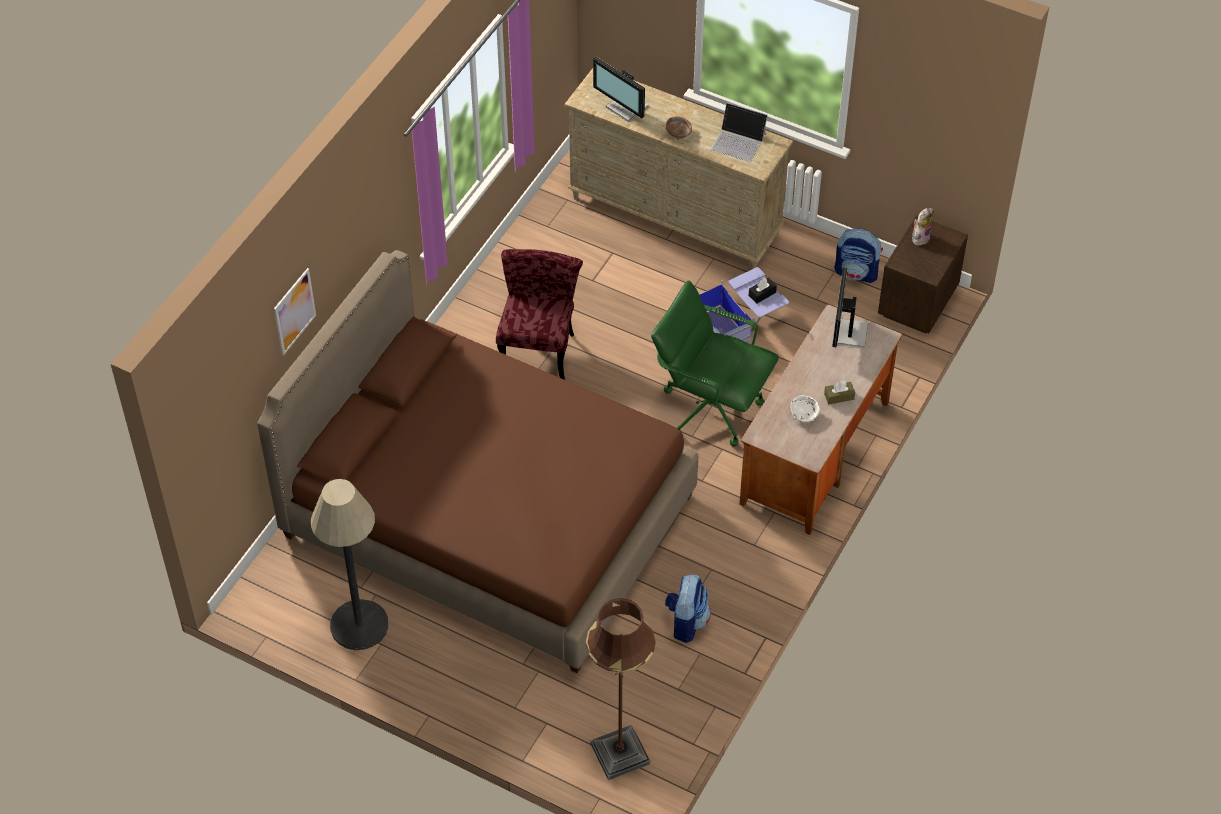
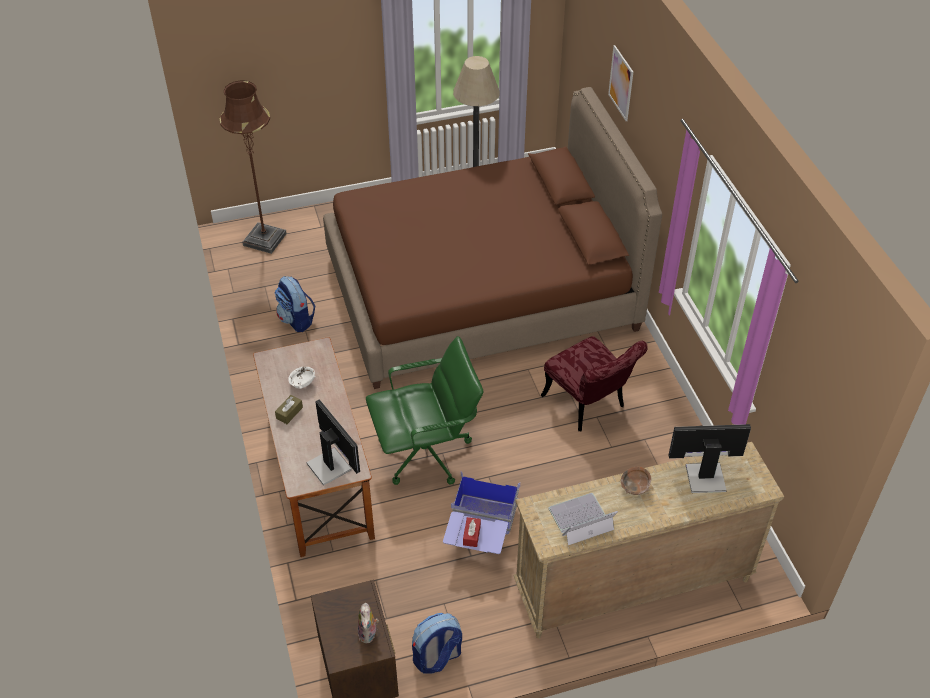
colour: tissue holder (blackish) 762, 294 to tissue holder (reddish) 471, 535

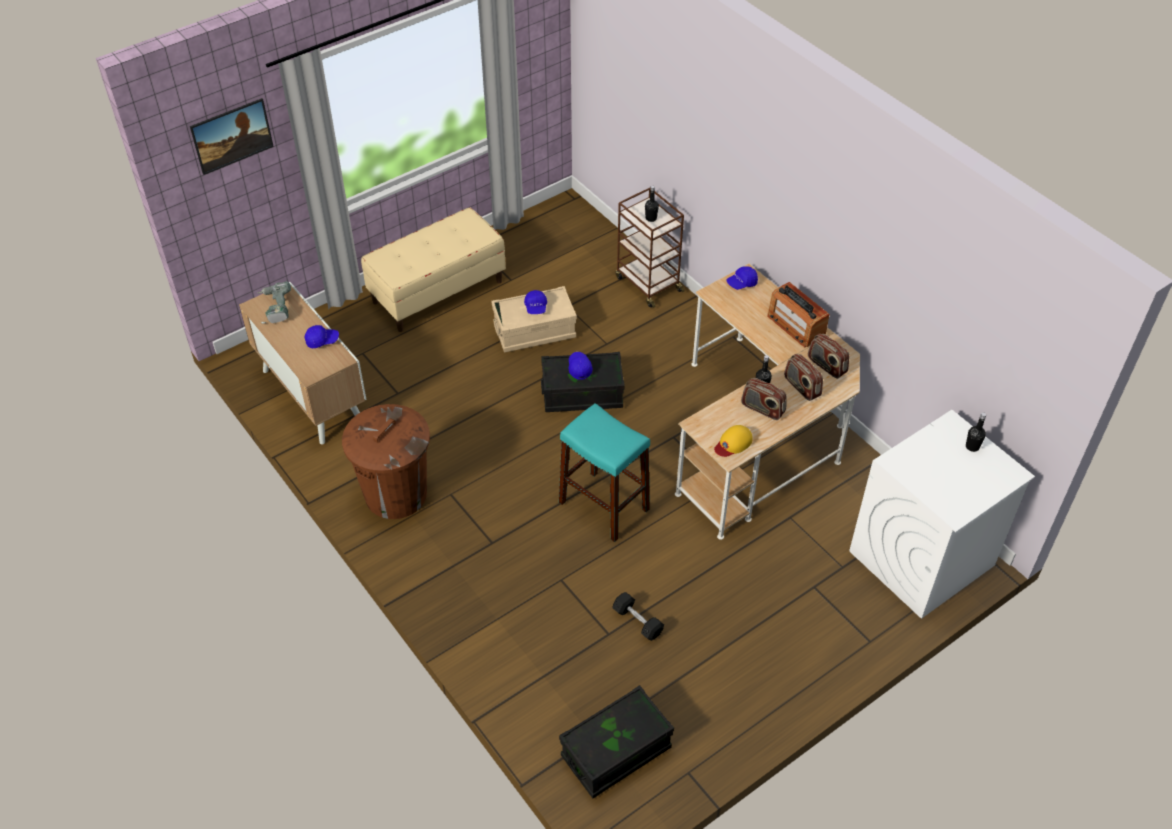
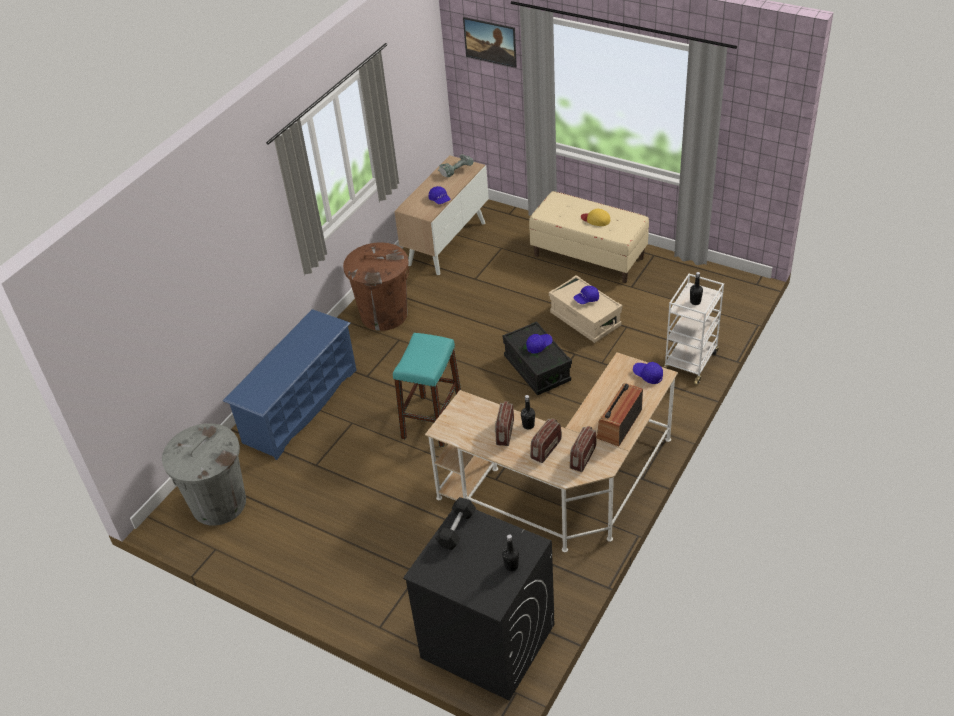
appeared: shoe rack (blue) 300, 406
relocated: dumbbell (blackish) 637, 621 to 456, 529; peaked cap (yellowish) 733, 443 to 596, 219
exchanged: storage bin (blackish) 616, 752 to waste bin (gray) 218, 503
colour: cart (brownish) 647, 283 to cart (white-coloured) 690, 361; laundry appliance (white-coloured) 921, 559 to laundry appliance (blackish) 487, 641

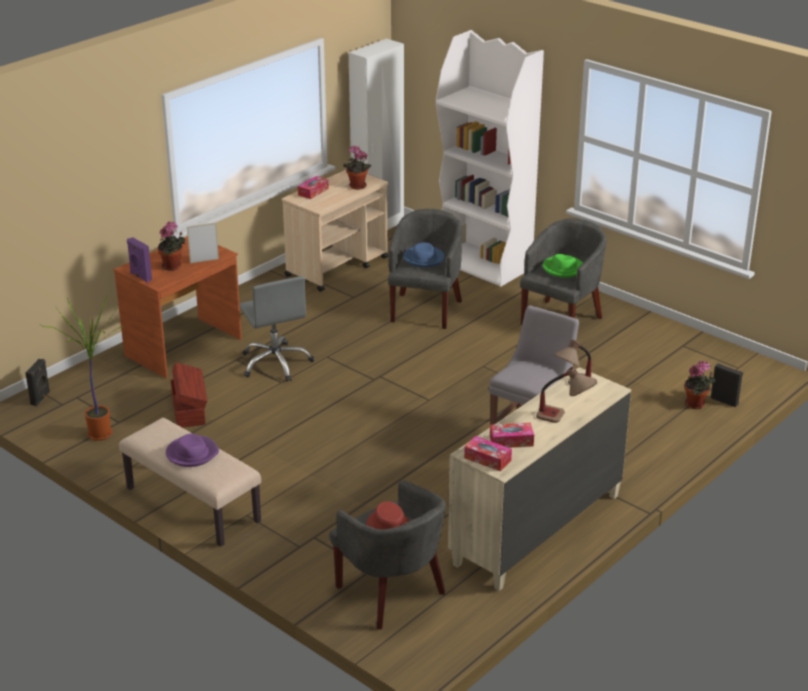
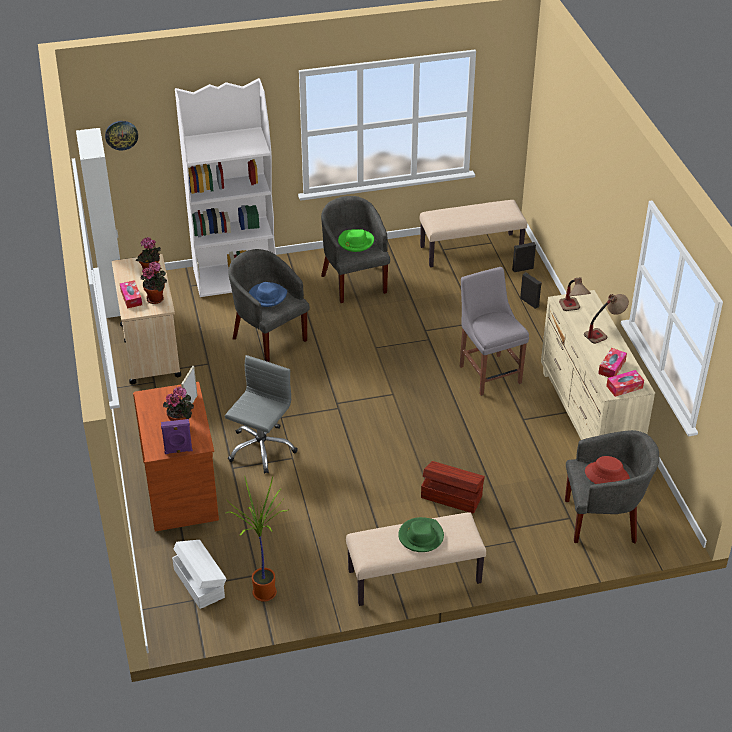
appeared: clock on the wall 121, 135; storage bin (white-coloured) 199, 582; long seat (beige) 471, 250
relocated: audio speaker (blackish) 41, 398 to 530, 302; storage bin (brownish) 189, 409 to 451, 496; potted plant 696, 405 to 156, 298
colour: wearable hat (purple) 192, 453 to wearable hat (greenish) 420, 536
spun: computer chair (gray) 276, 363 = 261, 448 75 degrees counterclockwise

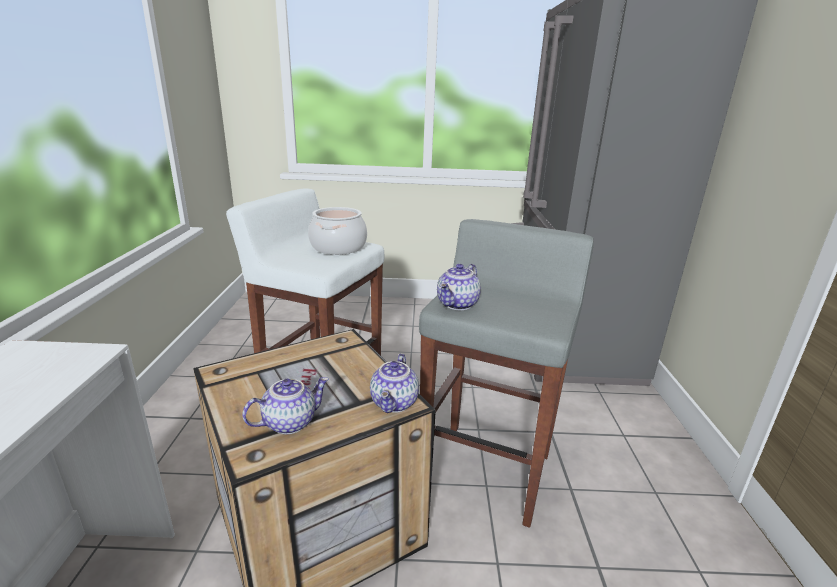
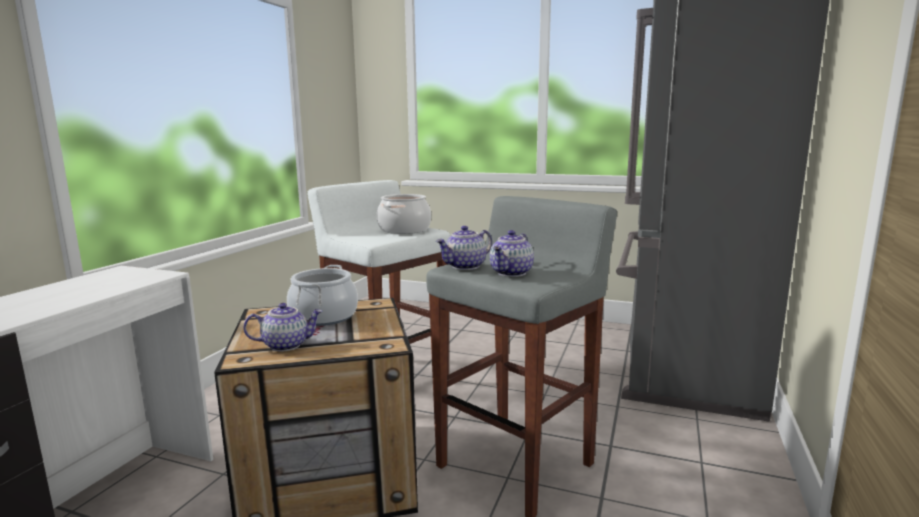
appeared: cooking pot 323, 316
relocated: teapot 395, 403 to 512, 273

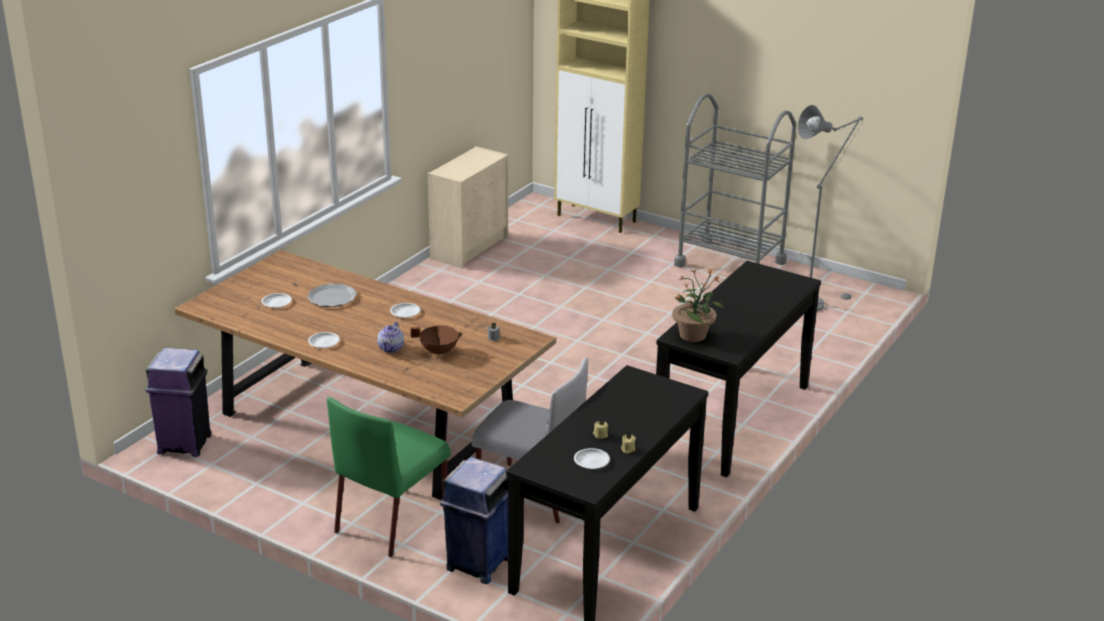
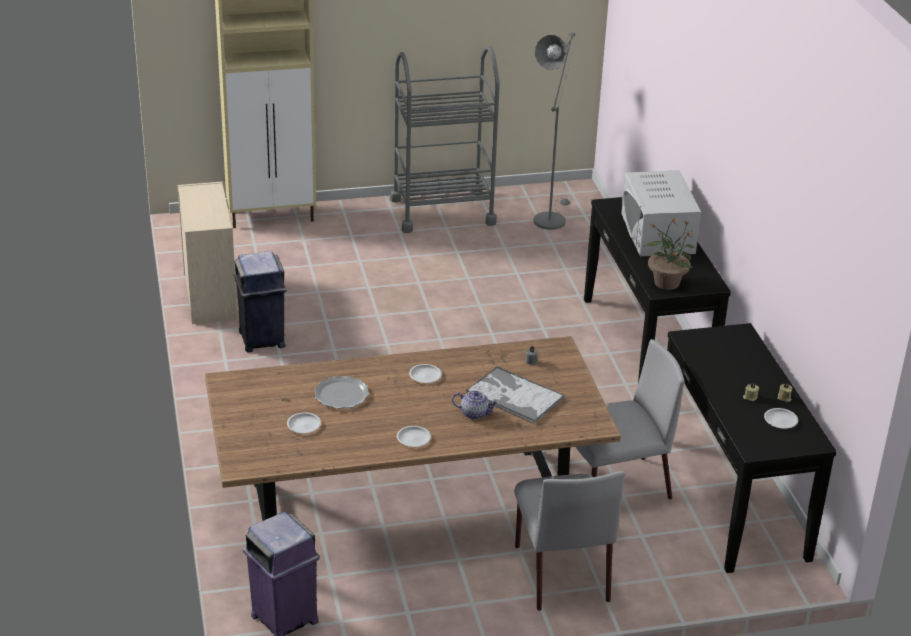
appeared: microwave oven (white-coloured) 657, 233
relocated: waste bin (blue) 477, 564 to 262, 340
exchanged: cooking pot (brownish) 439, 351 to tray 514, 395
colour: upright chair (greenish) 393, 520 to upright chair (gray) 560, 572
spun: teapot 391, 348 = 475, 413 45 degrees counterclockwise

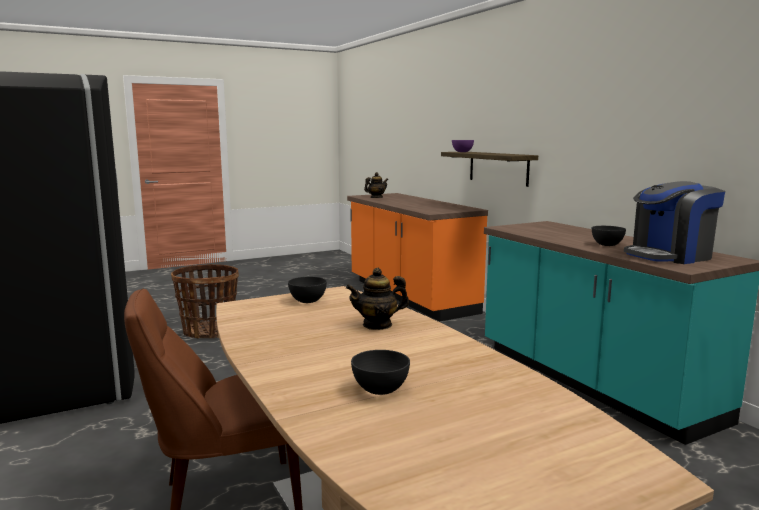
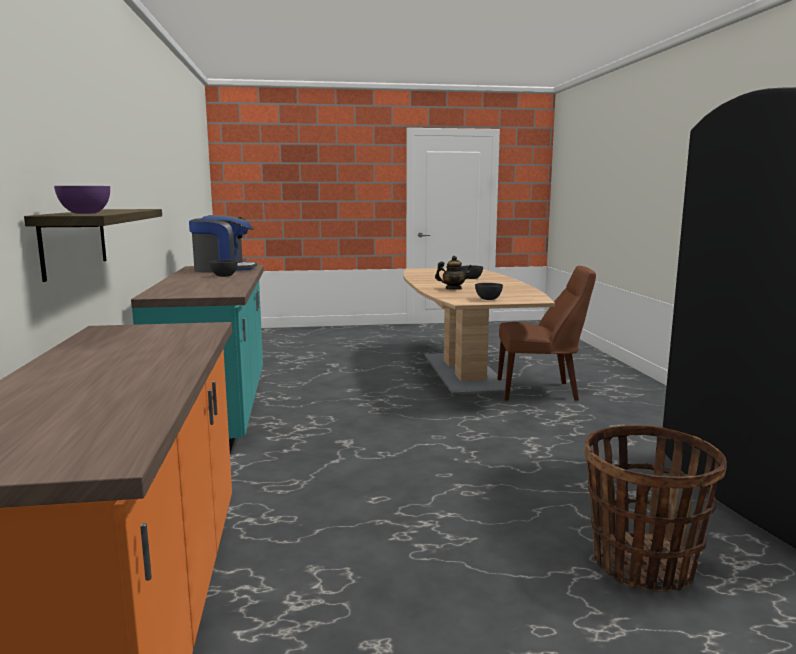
missing: teapot 376, 198

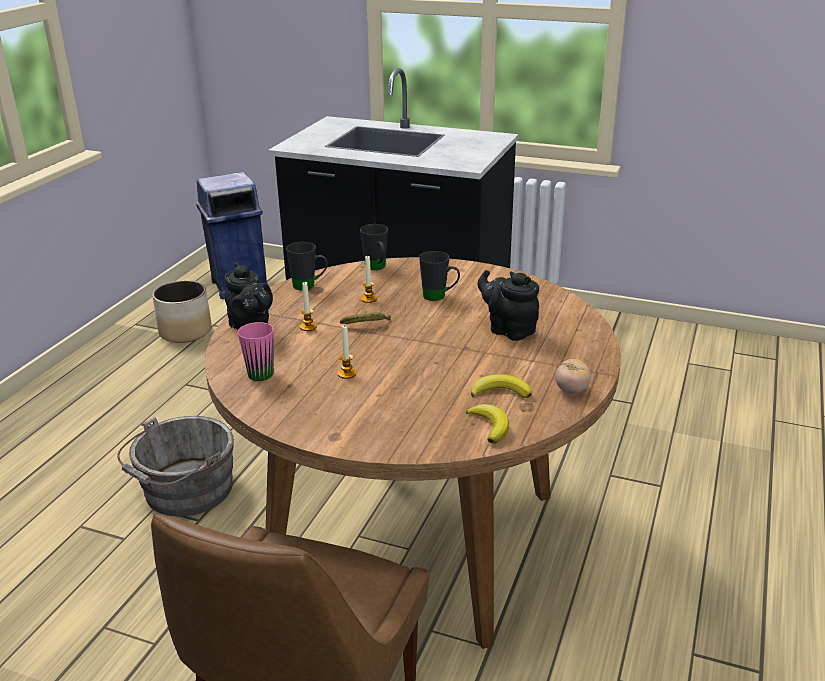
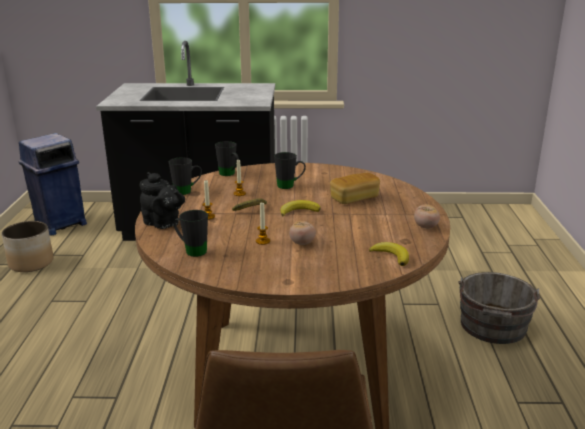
appeared: fresh tomato 302, 243
relocated: water bucket (gray) 184, 491 to 493, 327; whole banana 500, 391 to 299, 211
exchanged: teapot (blackish) 509, 330 to bakery bread 354, 198
colour: mug (pink-coloured) 256, 371 to mug (blackish) 191, 250

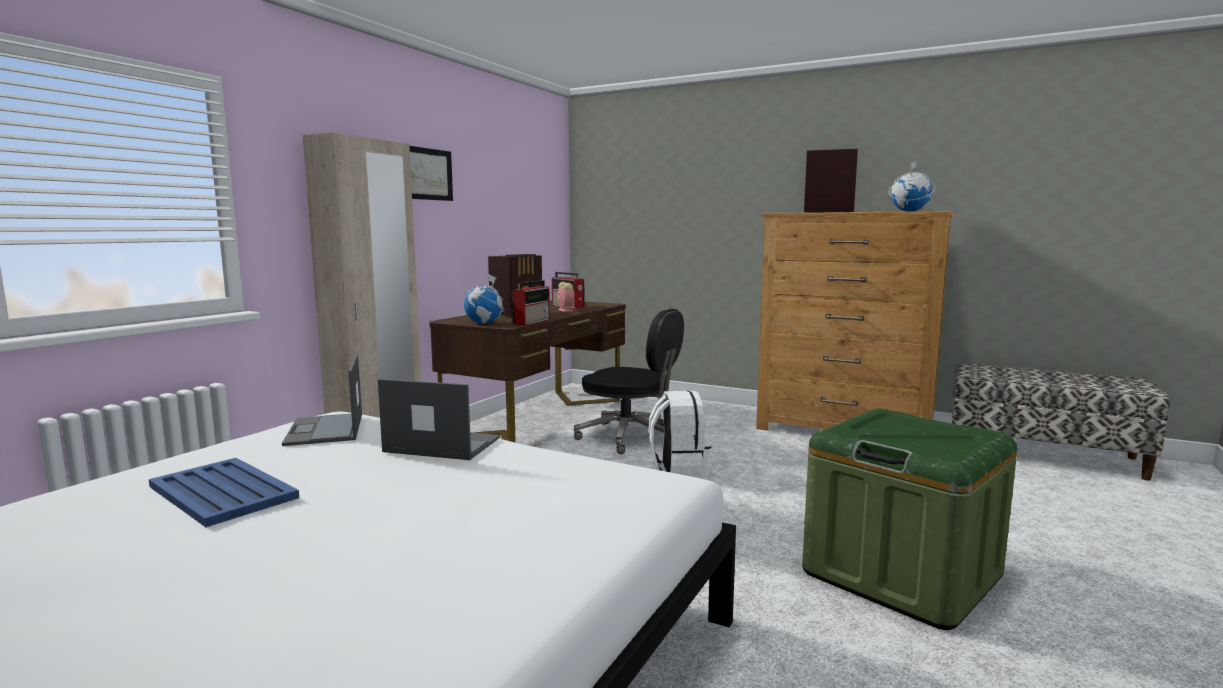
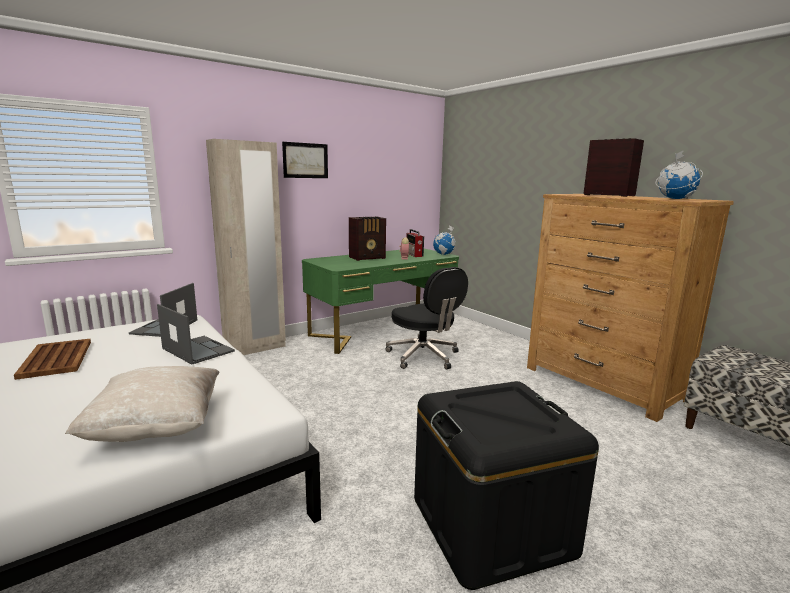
missing: radio receiver 532, 321; backpack (white-coloured) 678, 469
appeared: pillow (beige) 157, 428
relocated: world globe 484, 323 to 444, 254
colour: tray (blue) 222, 491 to tray (brownish) 57, 358; desk table (brownish) 539, 418 to desk table (greenish) 382, 330; storage bin (greenish) 901, 574 to storage bin (blackish) 491, 525

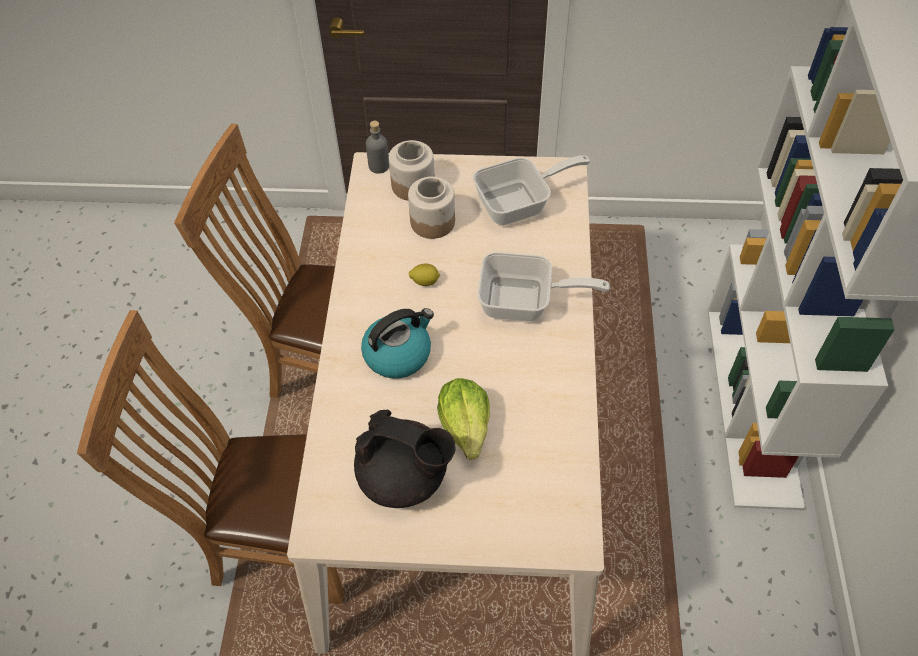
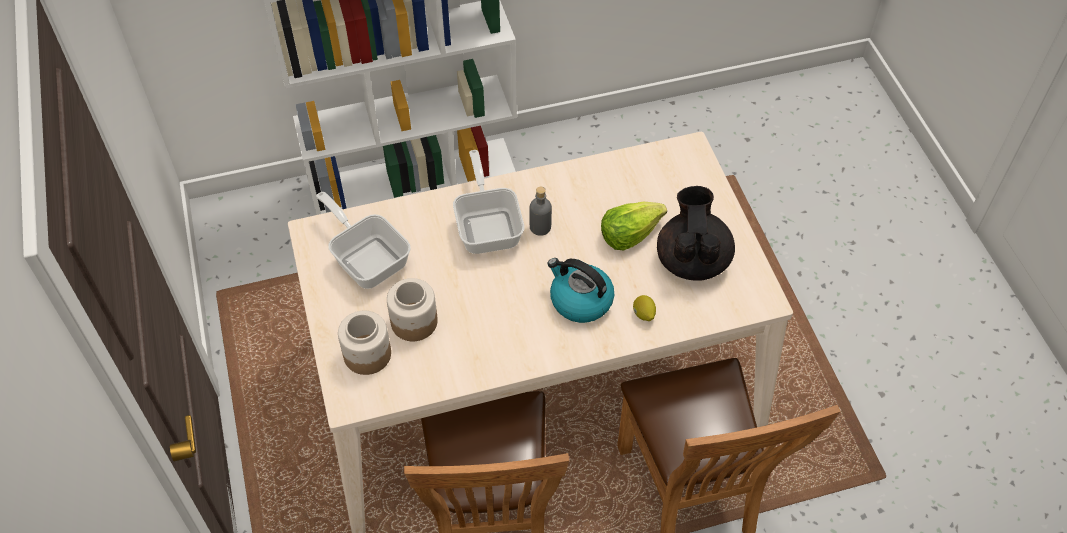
relocated: bottle (gray) 379, 166 to 540, 227; whole lemon 425, 281 to 643, 314

